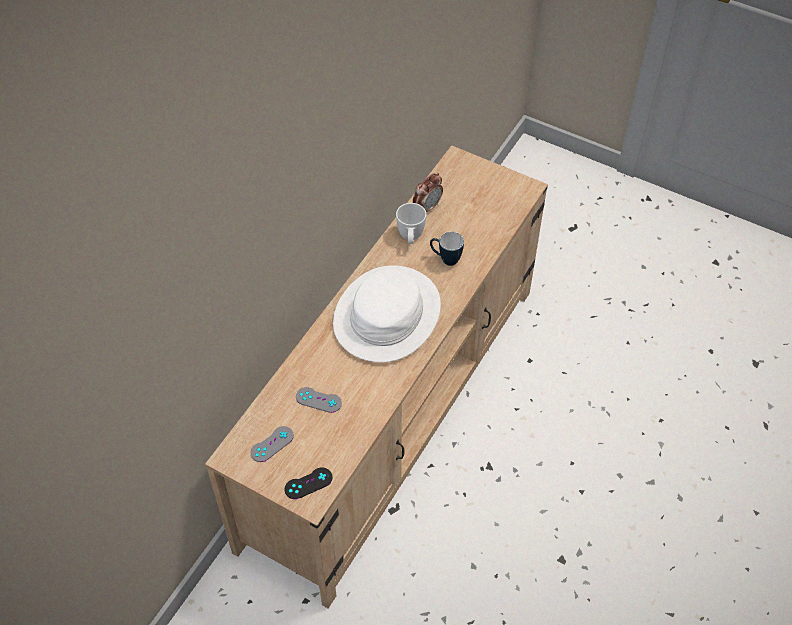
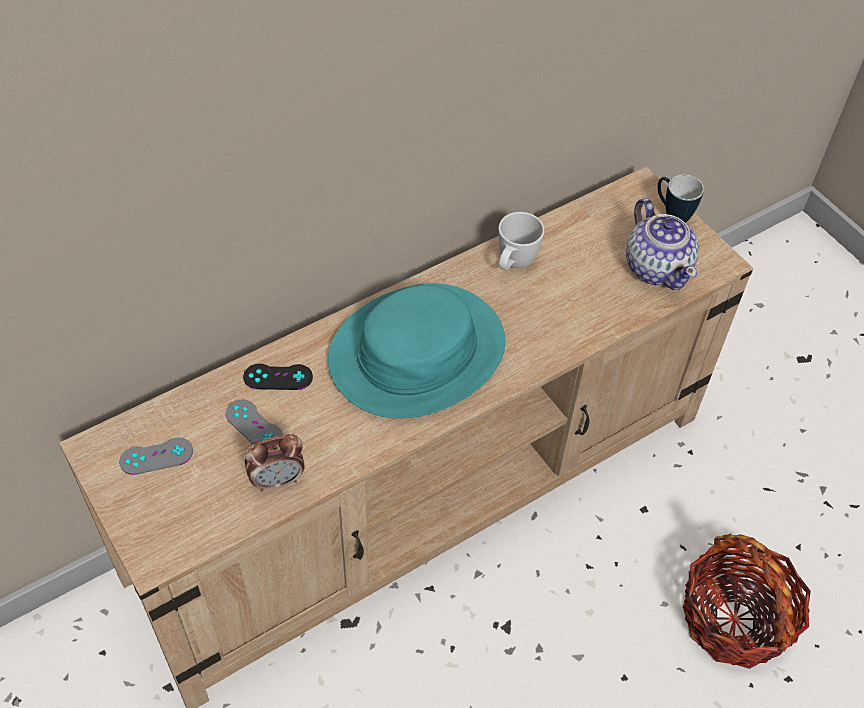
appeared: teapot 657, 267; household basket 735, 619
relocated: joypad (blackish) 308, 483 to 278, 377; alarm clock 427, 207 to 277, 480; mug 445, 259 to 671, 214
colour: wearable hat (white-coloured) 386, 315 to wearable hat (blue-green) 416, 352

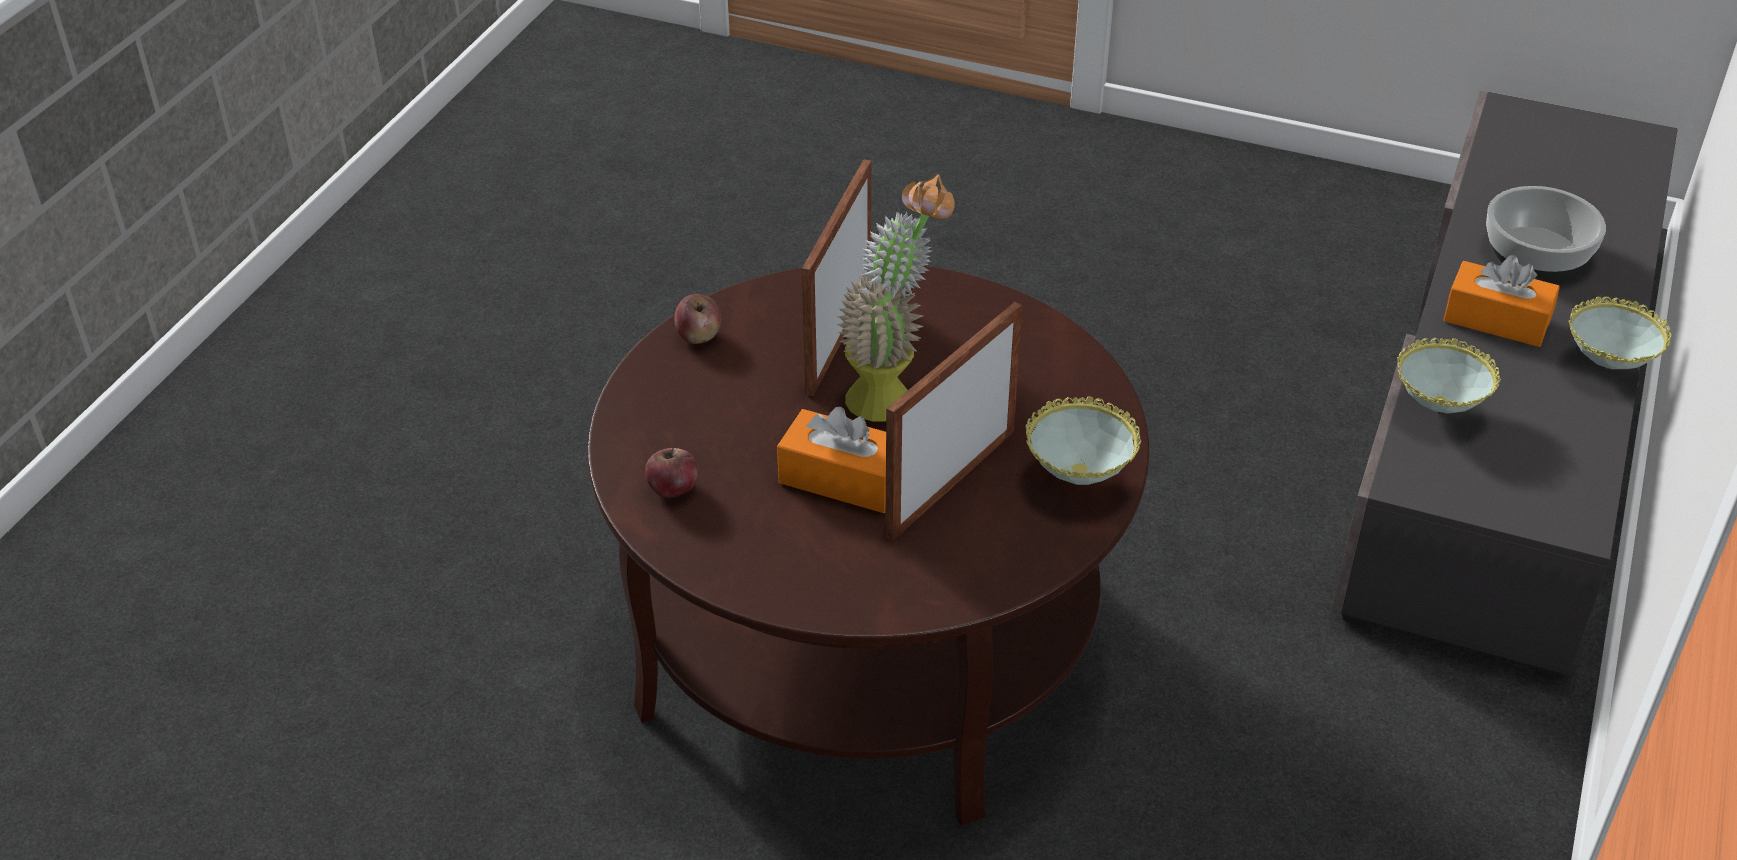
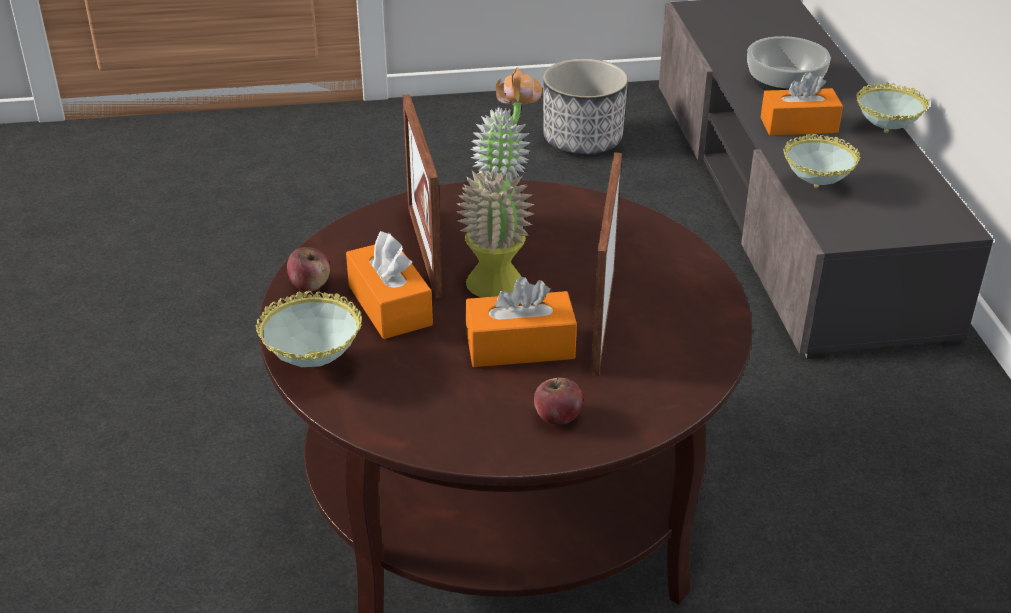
appeared: tissue holder (orangey) 390, 305; planter 582, 140
relocated: whole apple 673, 489 to 557, 417; bowl 1078, 479 to 313, 366

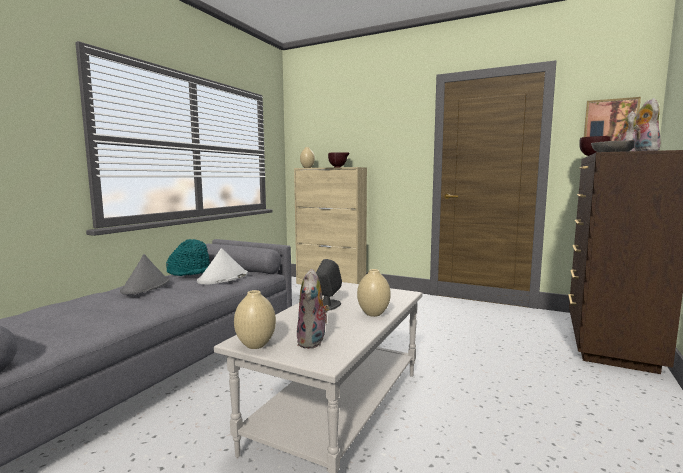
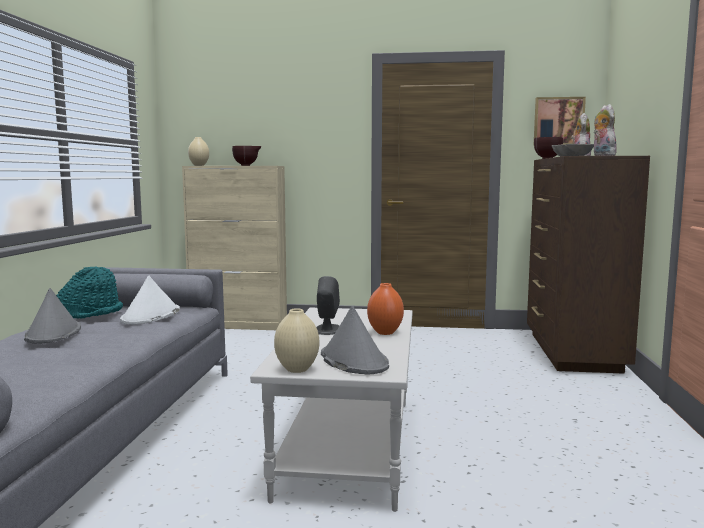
exchanged: plush toy 313, 342 to wearable hat (gray) 353, 360
colour: decorative vase (beige) 373, 314 to decorative vase (orangey) 385, 333

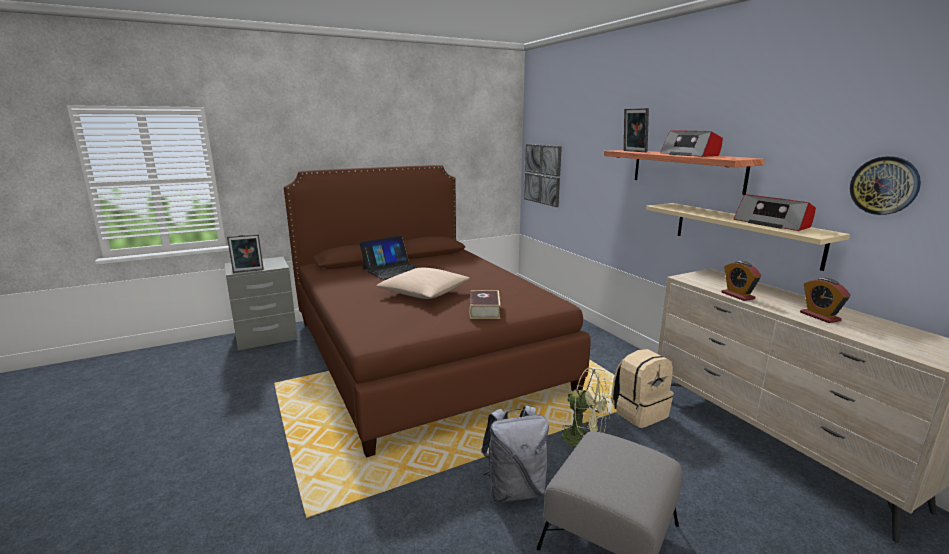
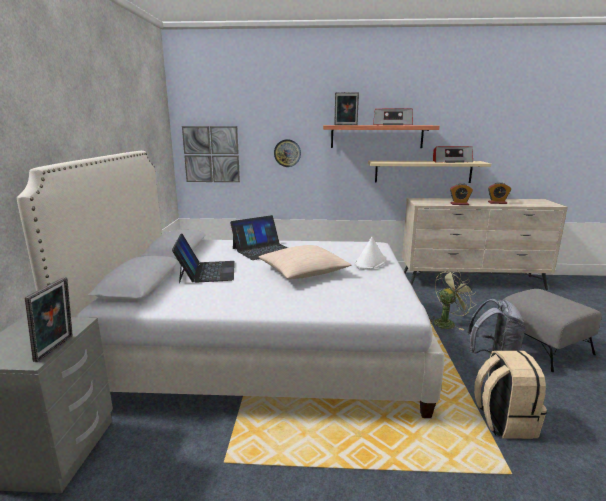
appeared: notebook computer 263, 250
relocated: backpack (beige) 639, 412 to 503, 421; clock on the wall 884, 185 to 287, 153
exchanged: book 484, 310 to wearable hat (white-coloured) 370, 262
colour: bedroom bed (brownish) 421, 353 to bedroom bed (white-coloured) 262, 345

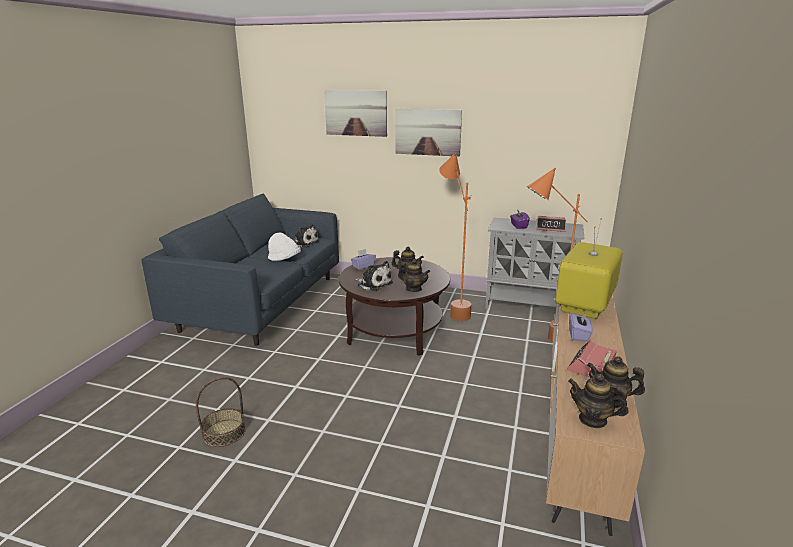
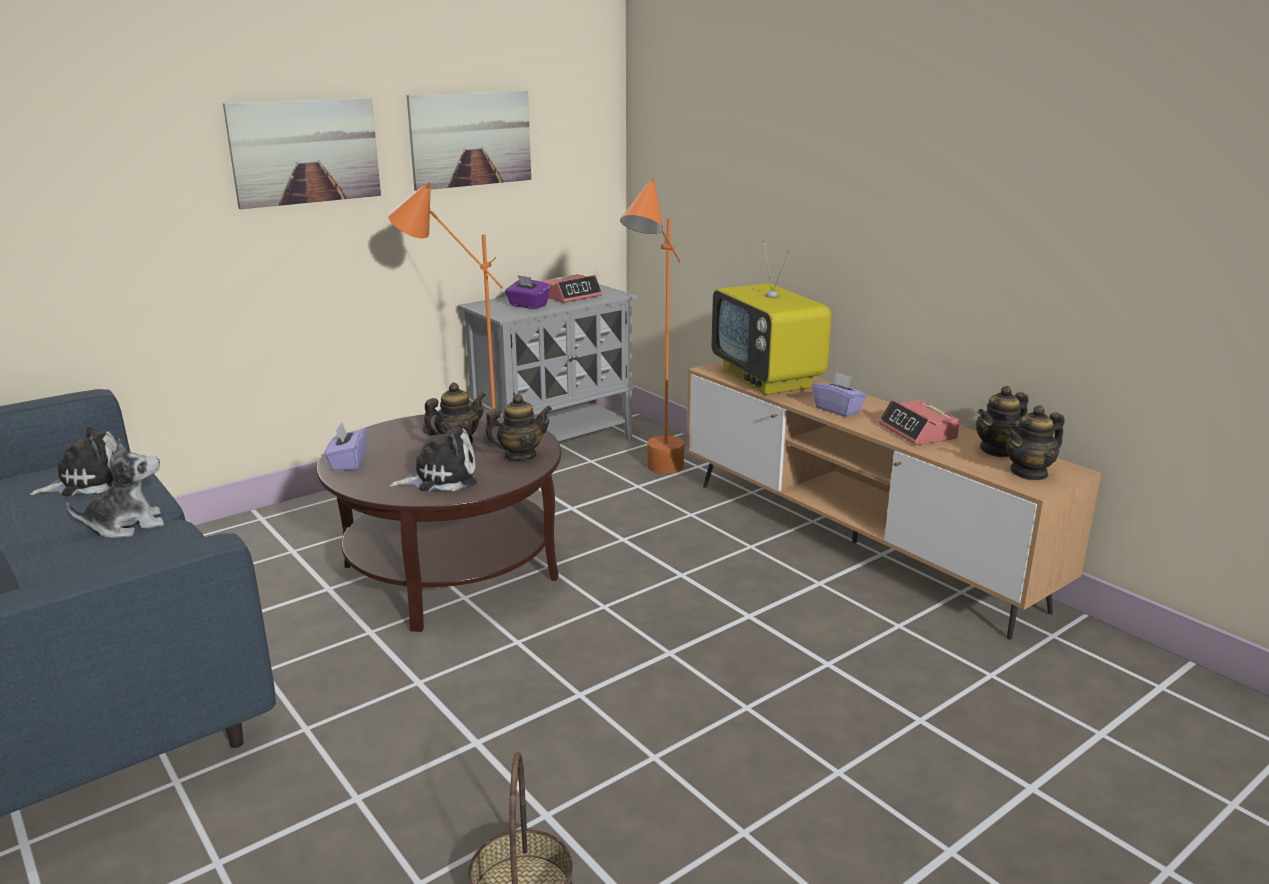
relocated: picture 356, 113 to 471, 139
exchanged: wearable hat (white-coloured) 284, 259 to plush toy 127, 525

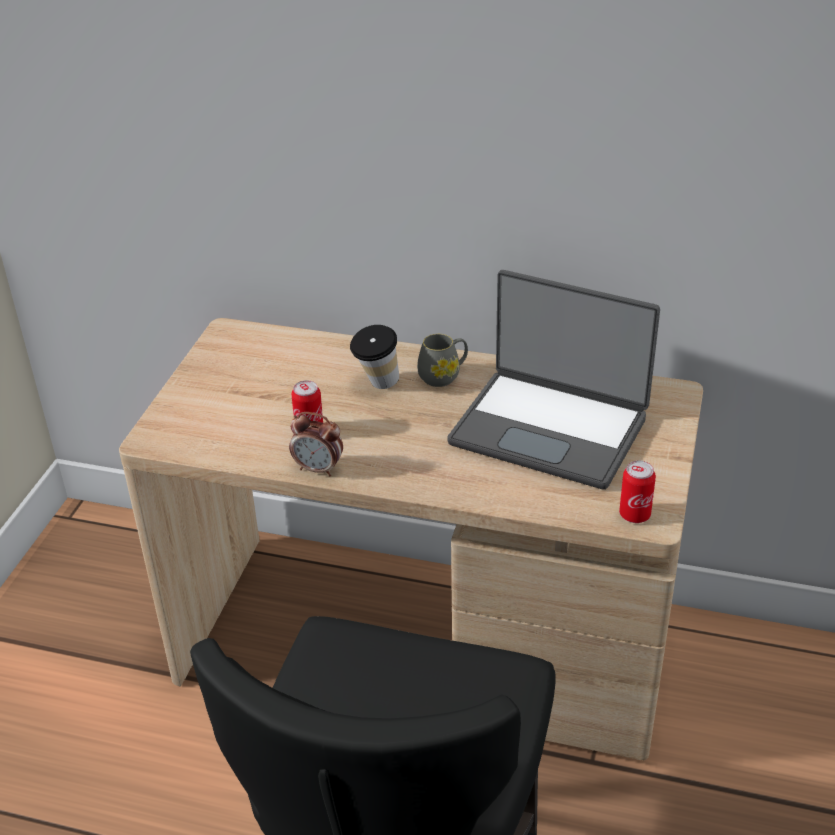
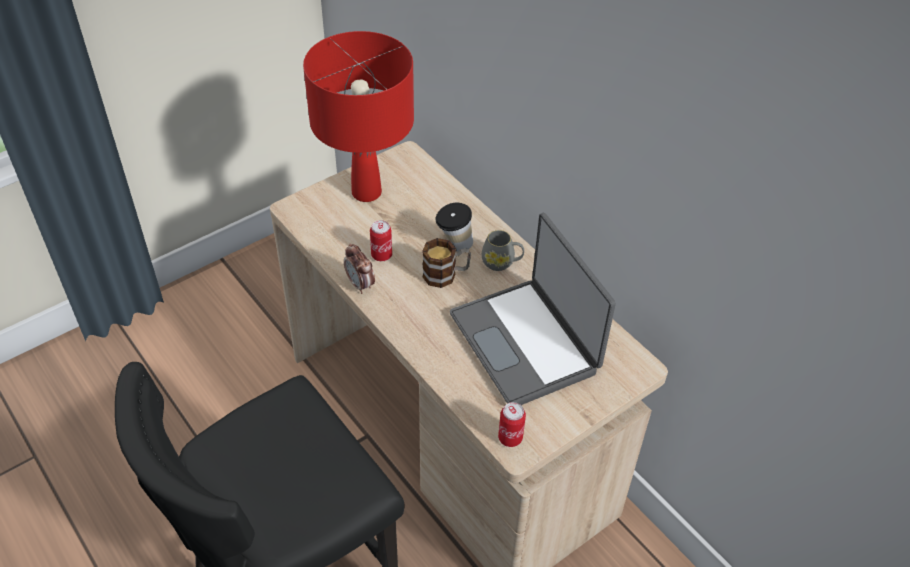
appeared: table lamp (reddish) 366, 192; mug 446, 275

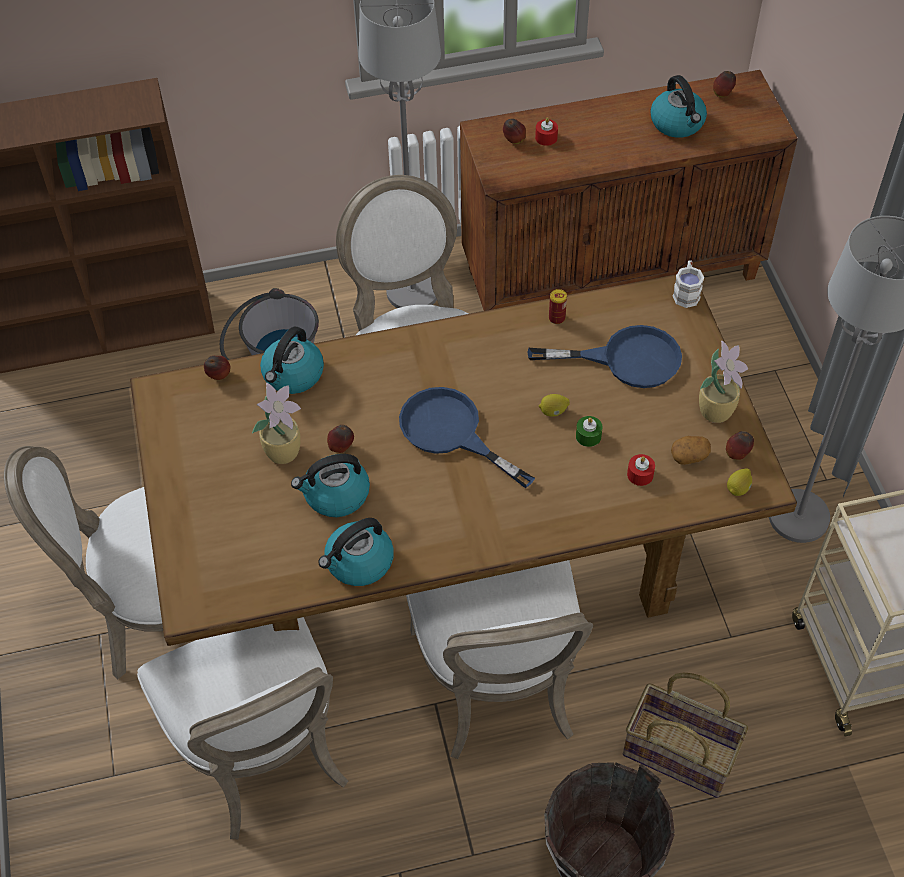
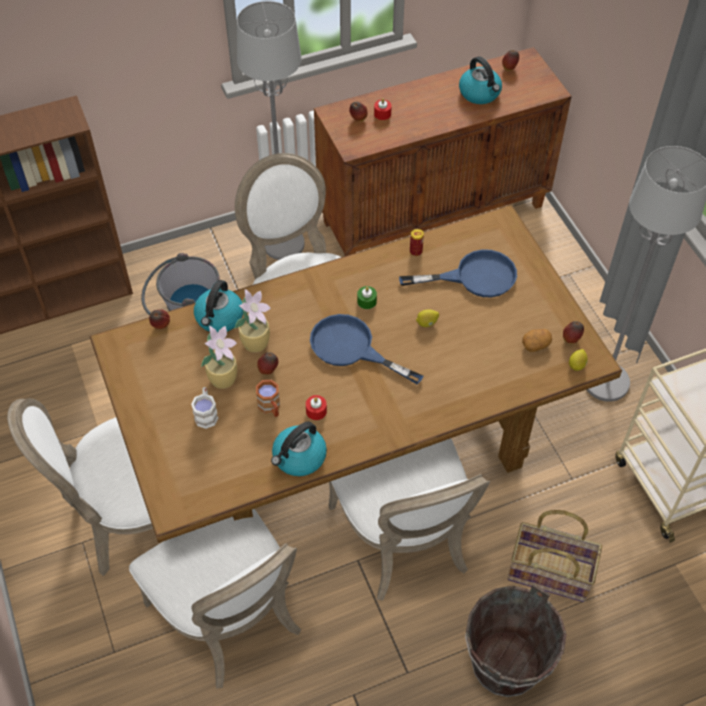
relocated: wax light (greenish) 588, 436 to 366, 301; wax light (reddish) 640, 474 to 316, 411; mug (white-coloured) 686, 292 to 206, 413; potted plant 716, 410 to 256, 342
exchanged: kettle 335, 495 to mug (brownish) 271, 407

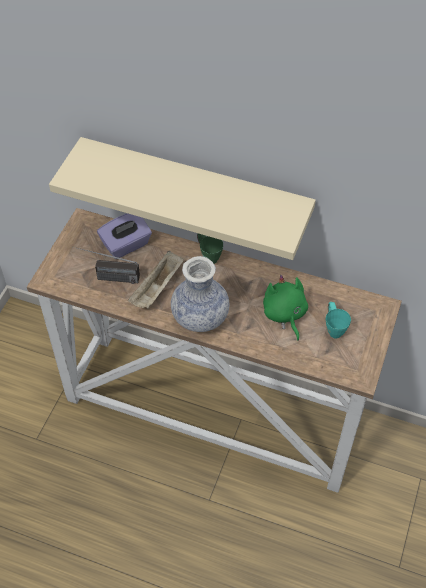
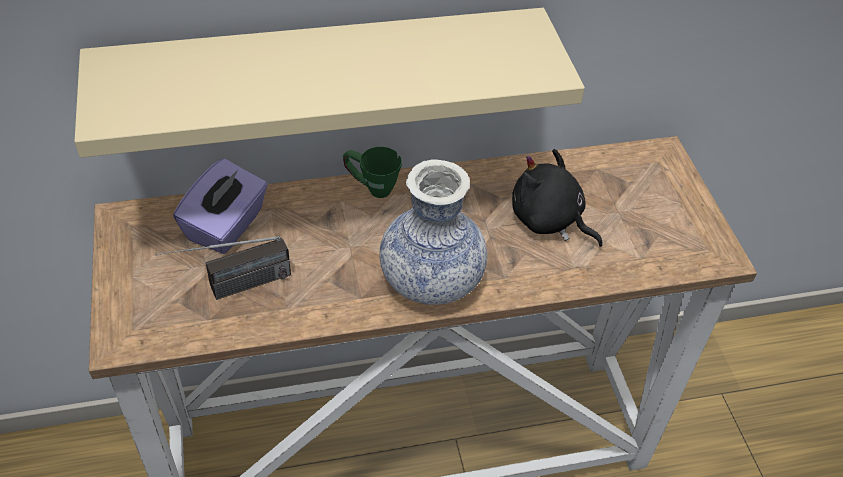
missing: tray (beige) 157, 289; mug (blue-green) 333, 328
colour: plush toy (greenish) 284, 314 to plush toy (blackish) 549, 220

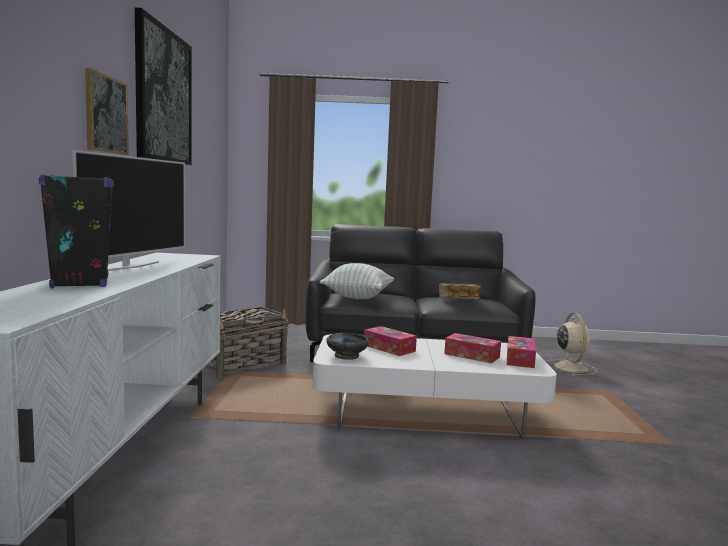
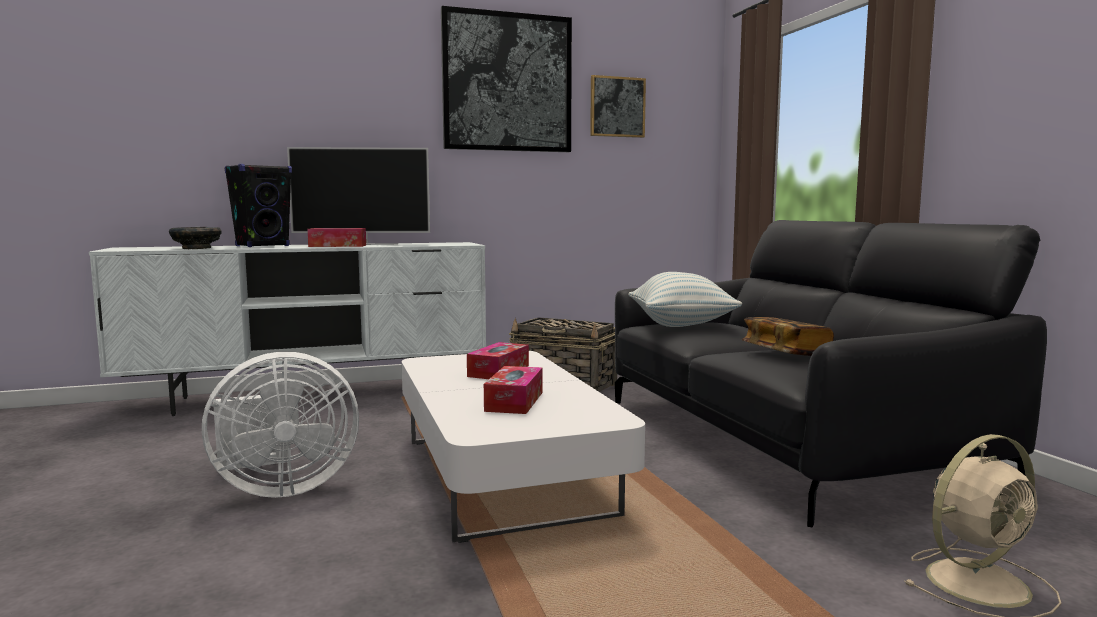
appeared: electric fan (white-coloured) 280, 488
relocated: picture 105, 114 to 617, 107; bowl (blackish) 347, 356 to 196, 248; tissue holder 520, 359 to 337, 246

